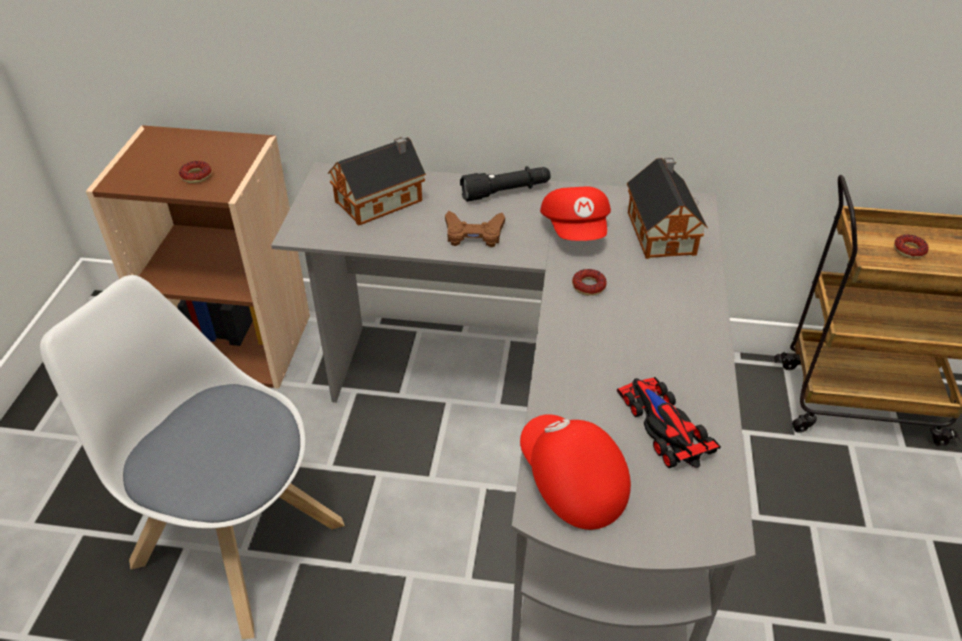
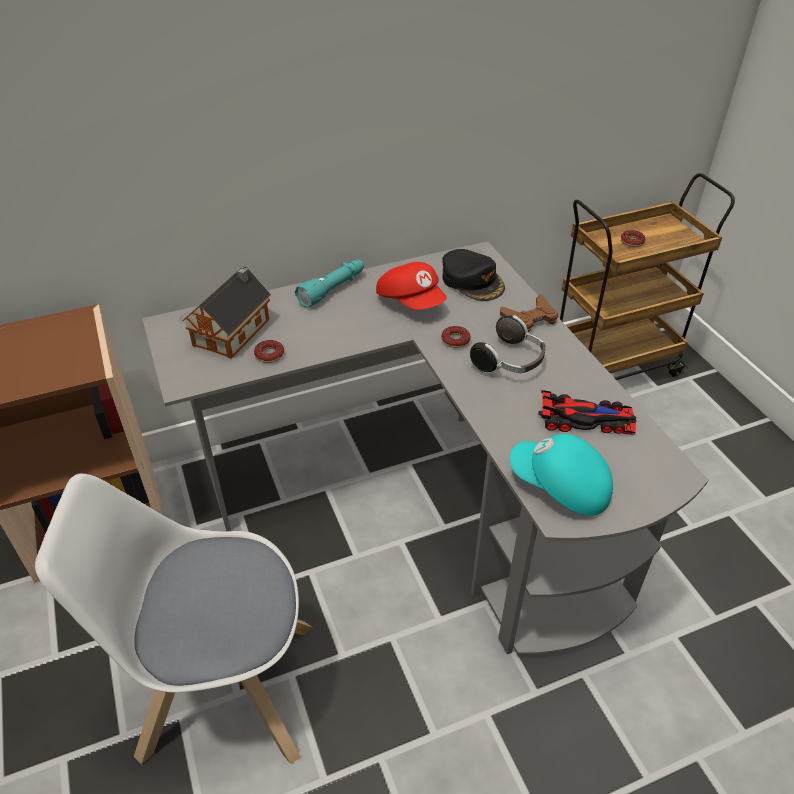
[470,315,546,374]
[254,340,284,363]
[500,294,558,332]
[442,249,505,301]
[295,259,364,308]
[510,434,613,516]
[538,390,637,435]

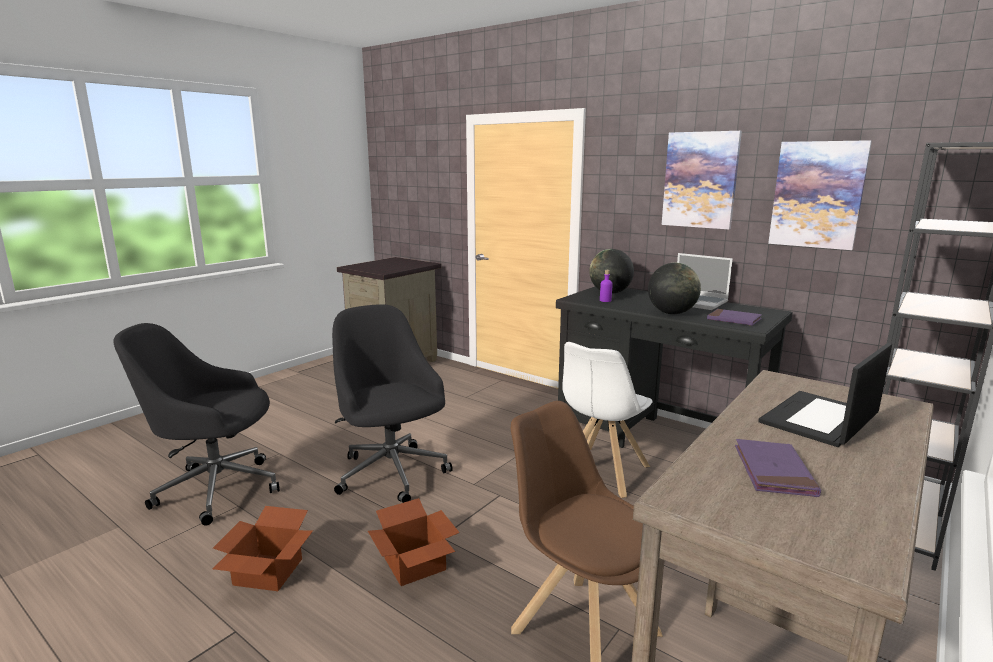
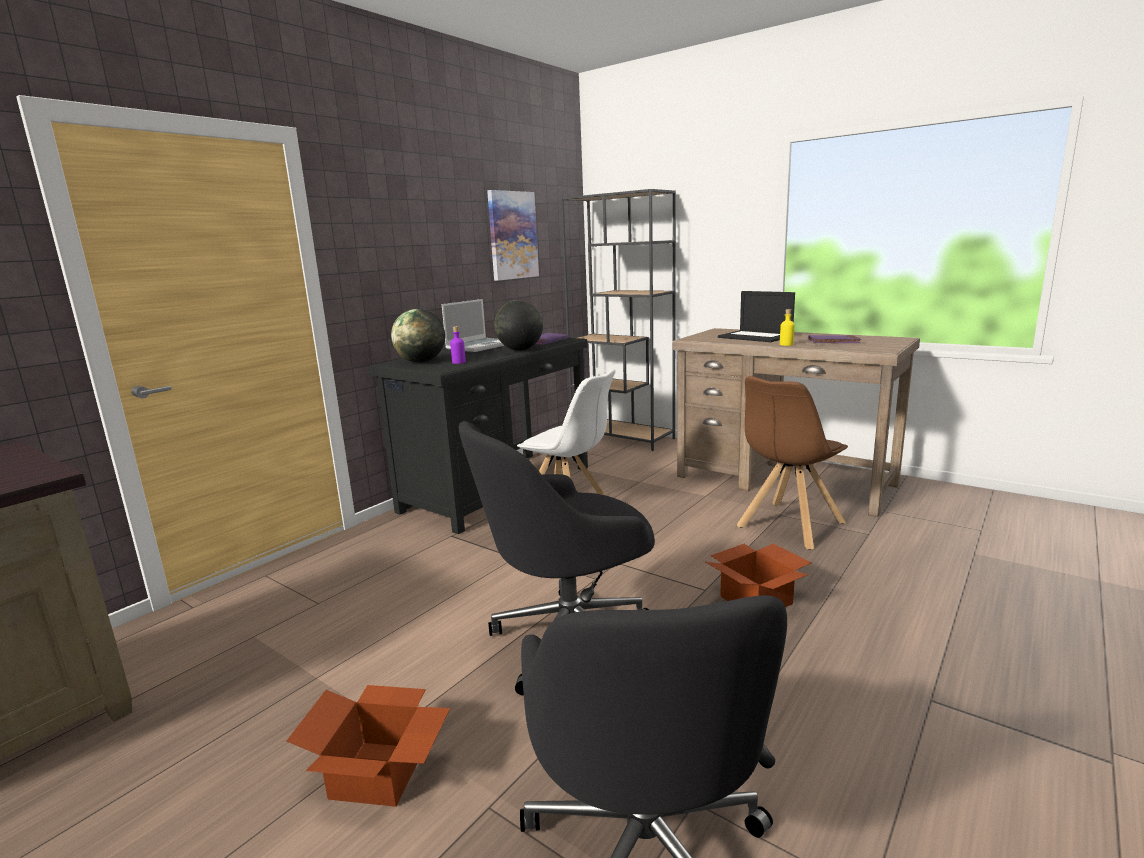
[662,131,742,229] (first image)
[780,309,795,346]
[287,685,450,807]

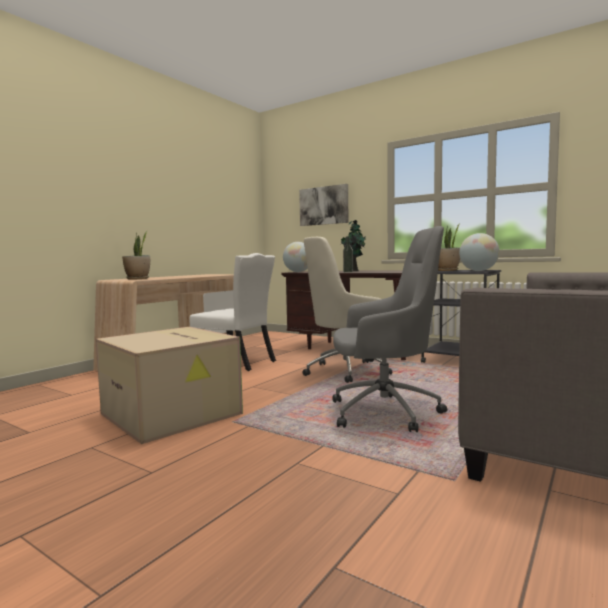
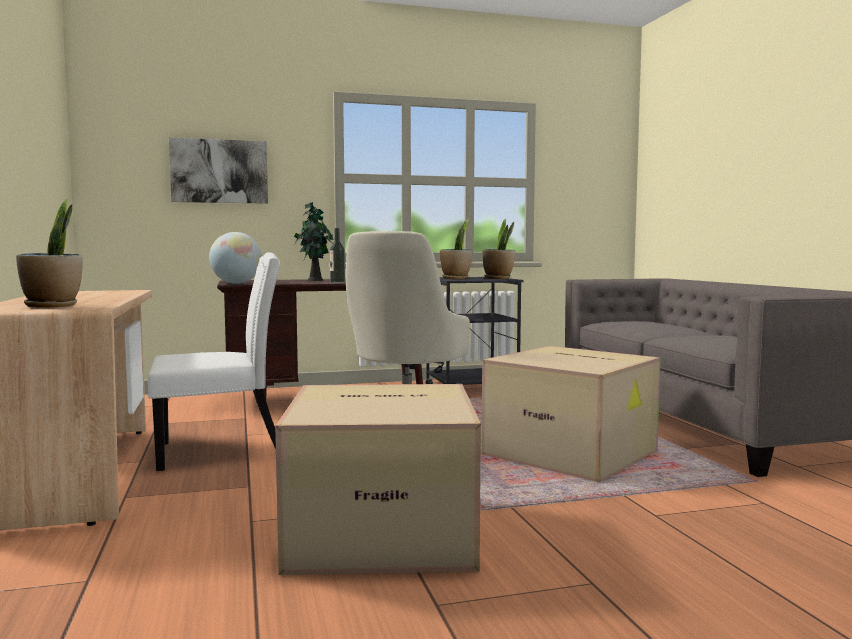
[481,346,661,482]
[483,219,515,279]

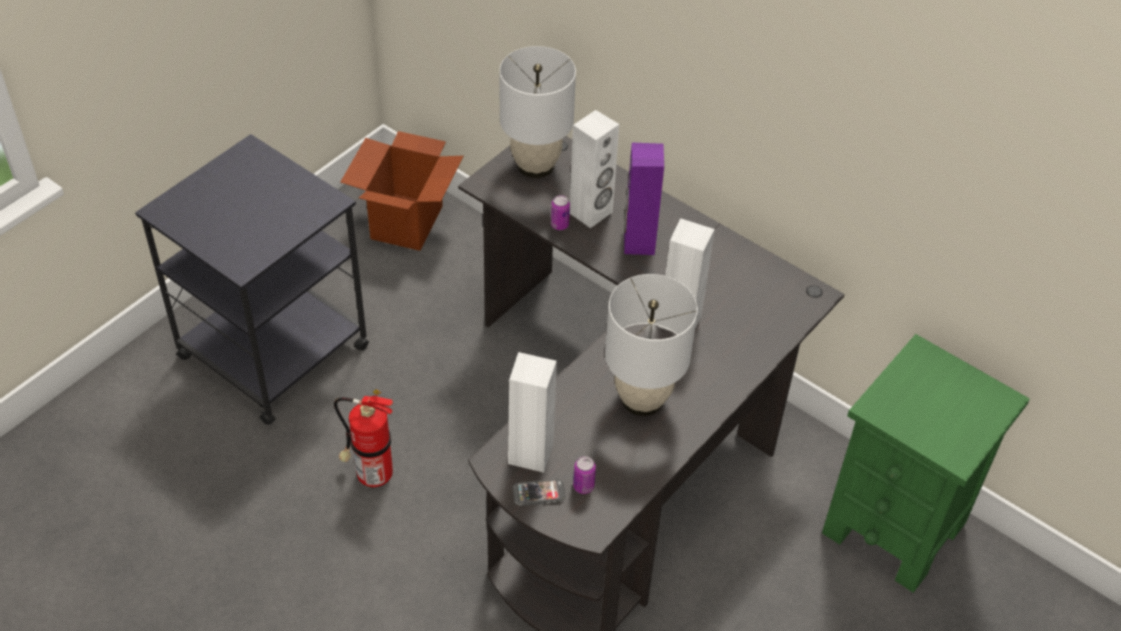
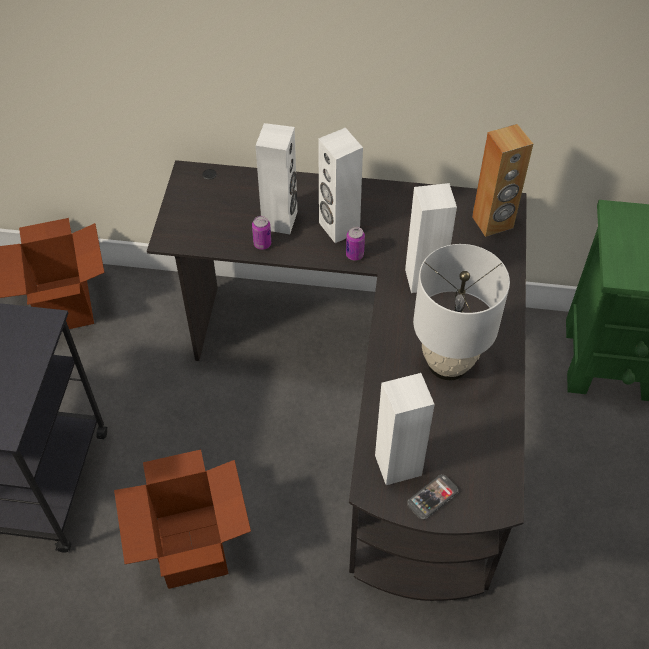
[499,46,576,178] (first image)
[472,124,533,237]
[346,227,365,261]
[114,449,251,589]
[318,128,363,243]

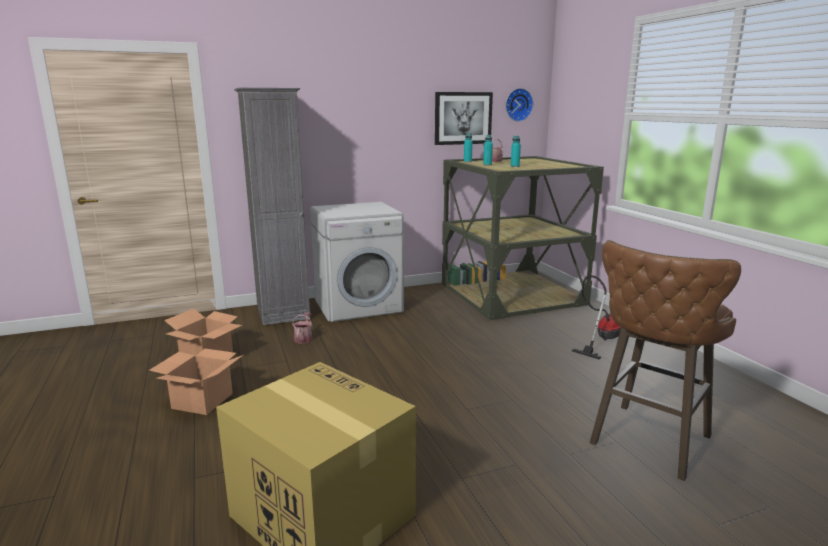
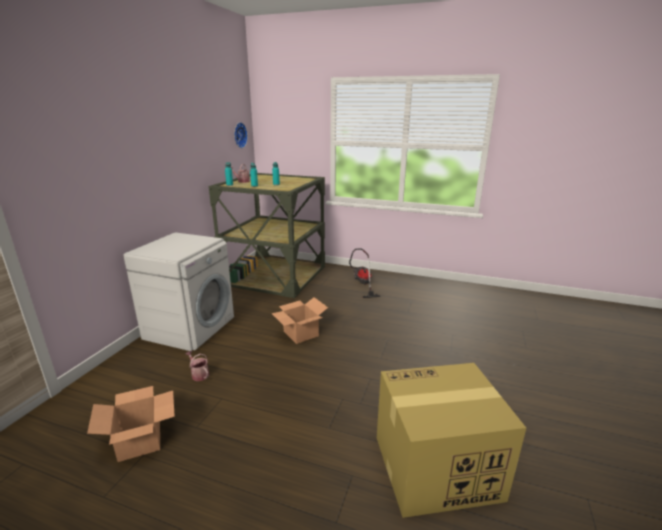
[234,88,311,325] (first image)
[435,92,493,145] (first image)
[590,240,741,481] (first image)
[272,297,328,344]

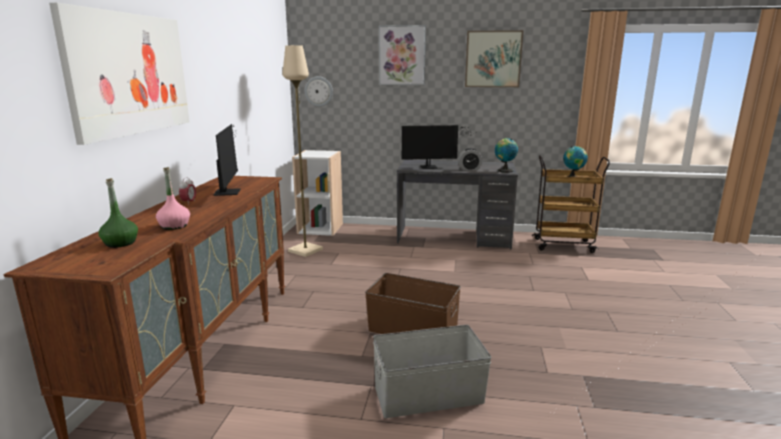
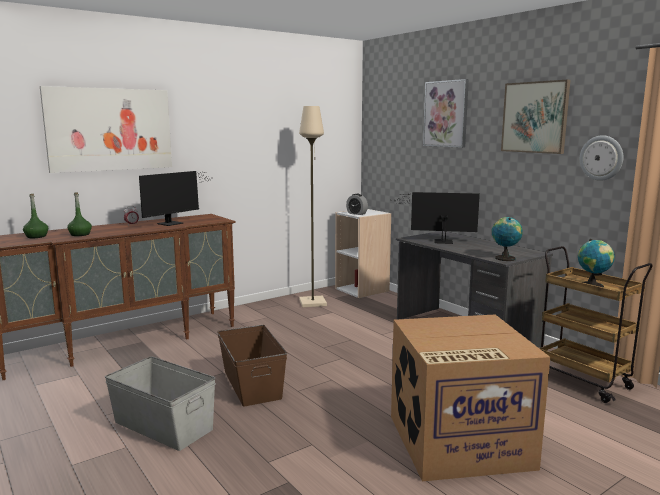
[391,314,550,481]
[580,135,623,181]
[346,194,368,215]
[67,193,92,236]
[391,192,480,244]

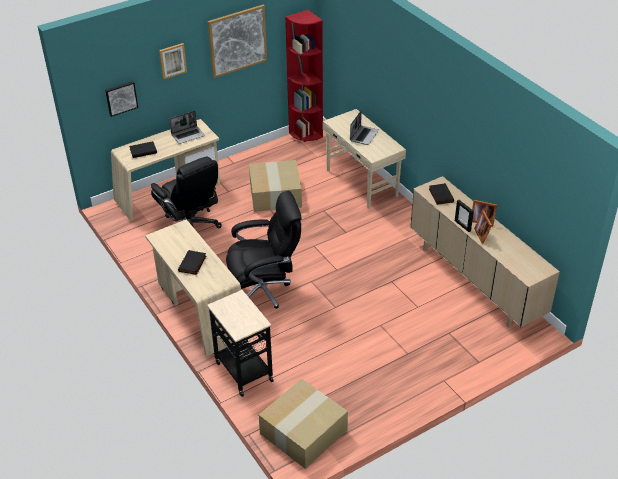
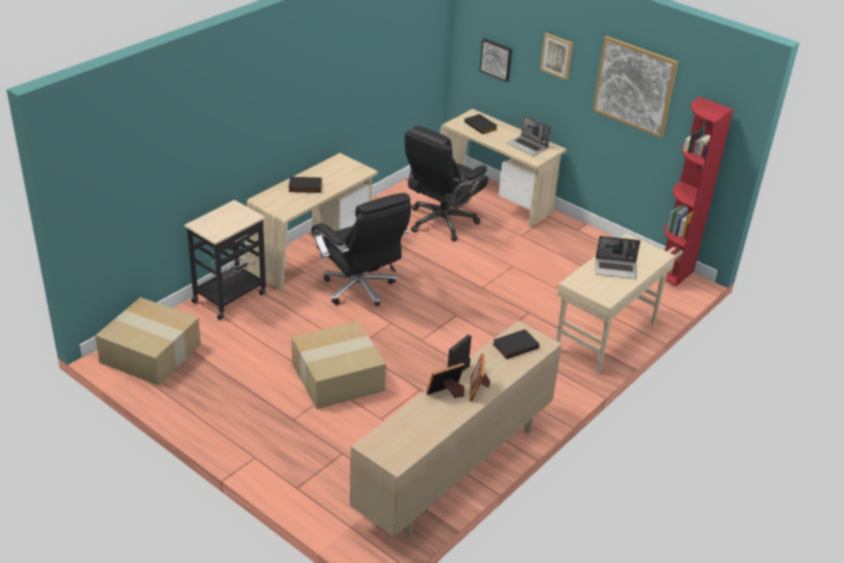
[291,321,386,409]

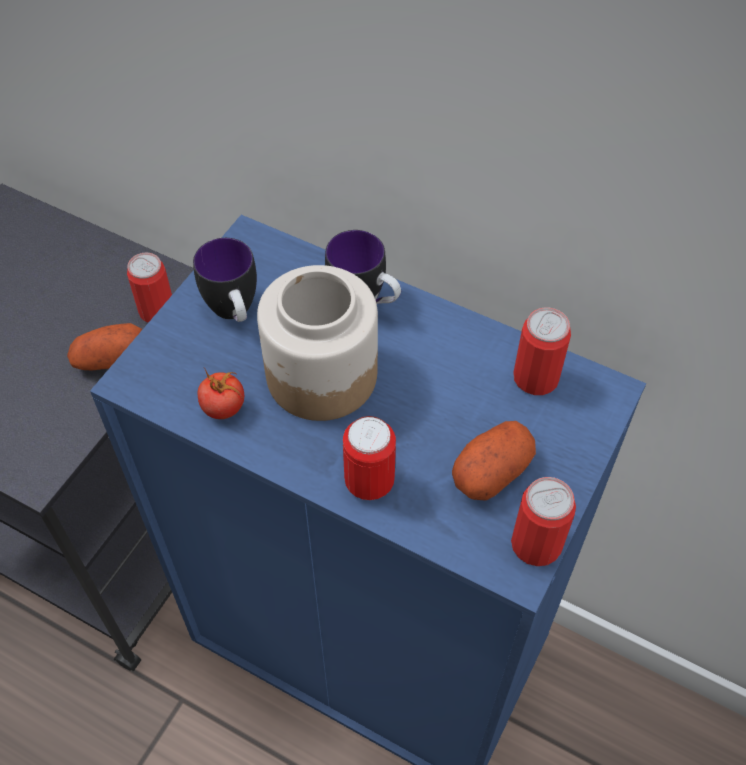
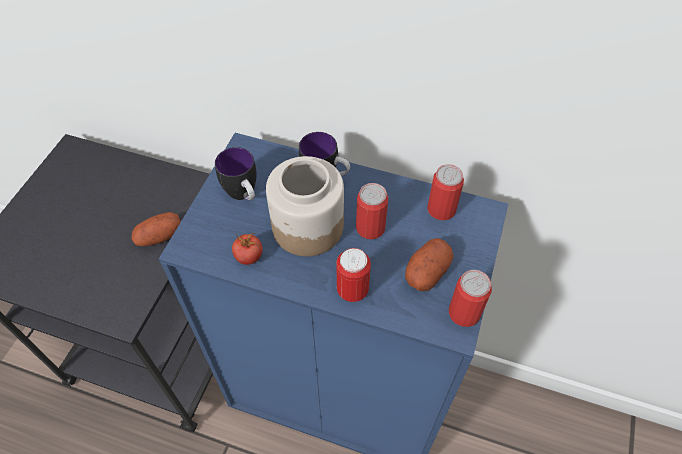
[356,183,388,239]

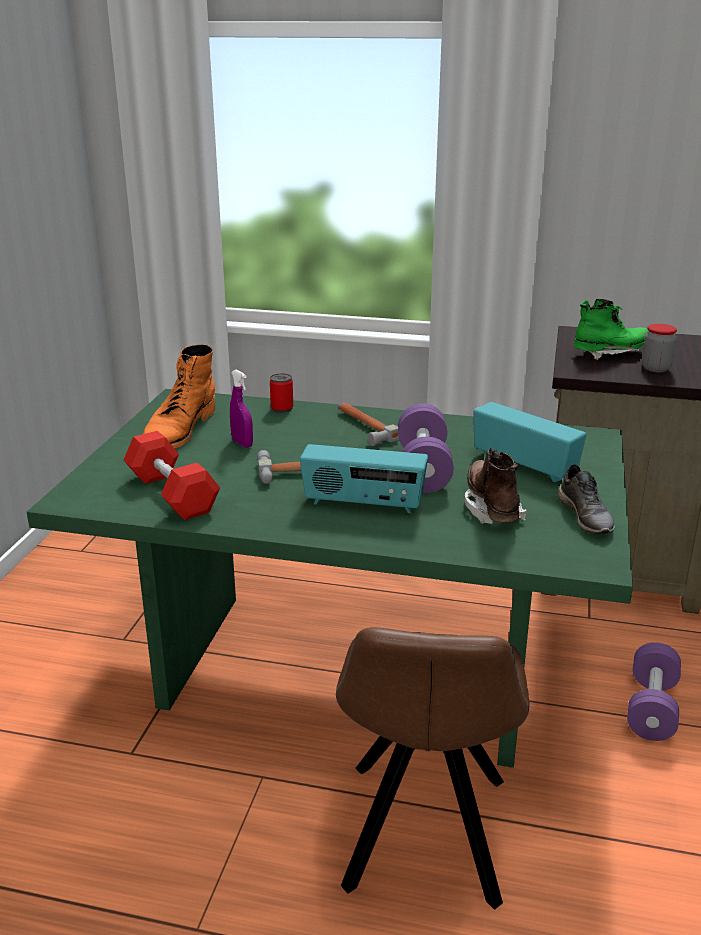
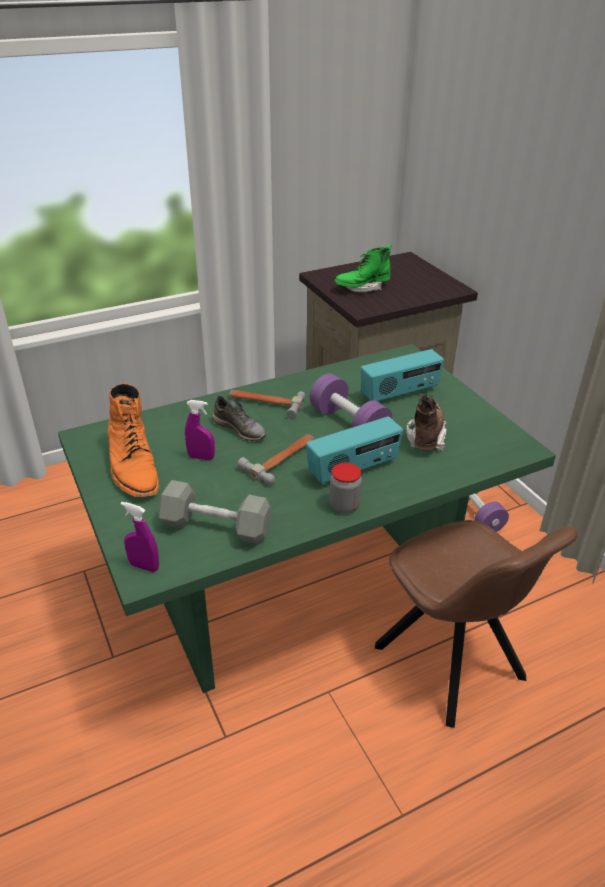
[270,373,293,413] (first image)
[121,502,159,572]
[212,396,267,441]
[329,463,362,513]
[158,480,272,544]
[406,394,447,451]
[360,349,444,402]
[335,244,391,292]

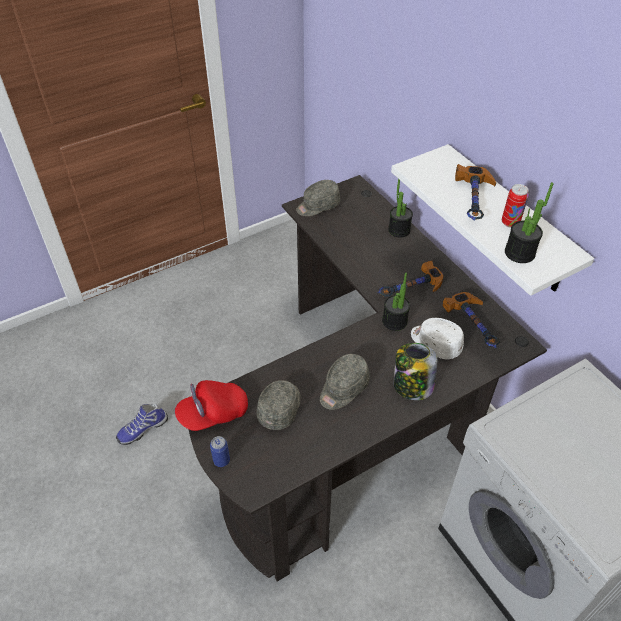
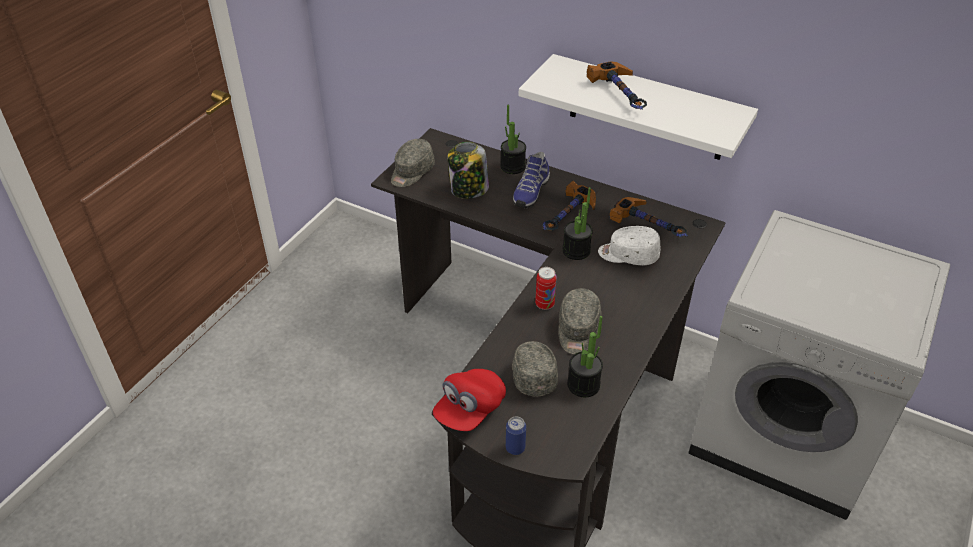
[513,152,550,208]
[447,142,489,199]
[535,267,557,310]
[567,316,603,397]

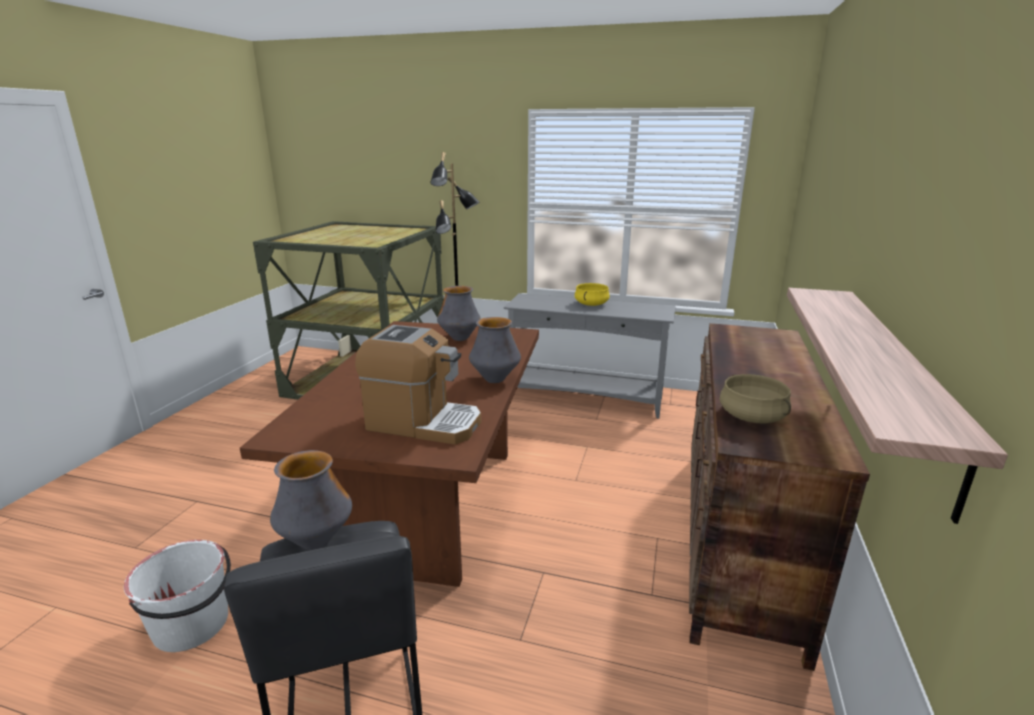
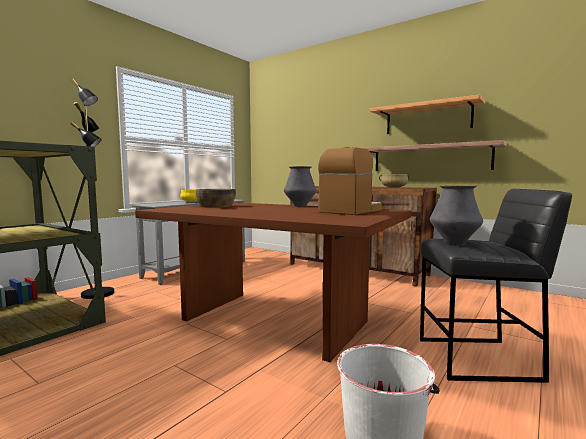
[370,95,485,134]
[196,189,236,207]

